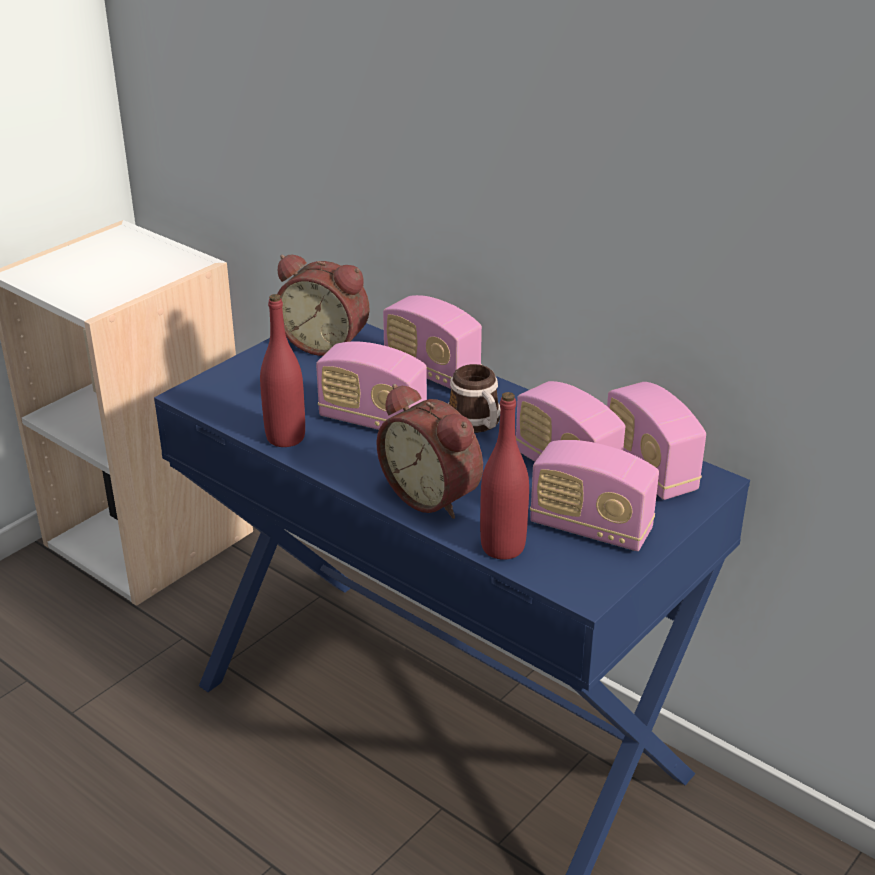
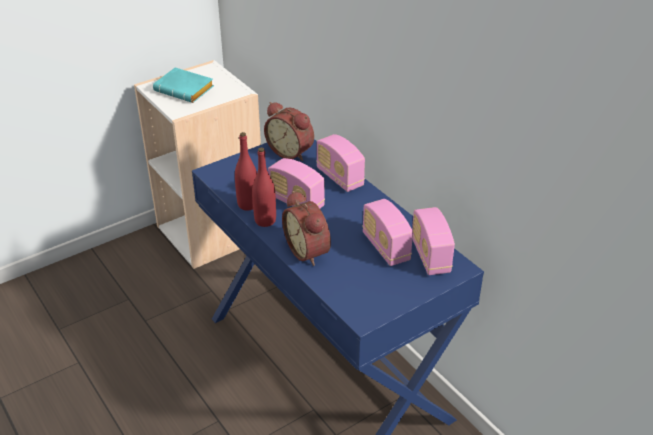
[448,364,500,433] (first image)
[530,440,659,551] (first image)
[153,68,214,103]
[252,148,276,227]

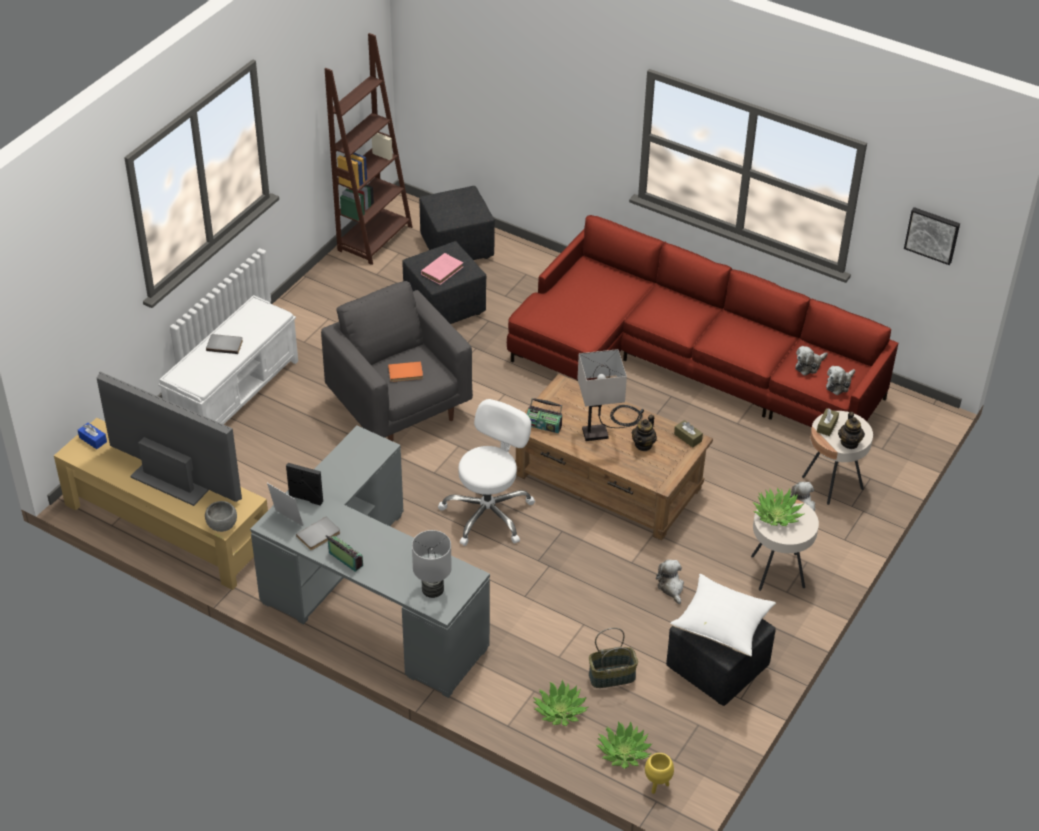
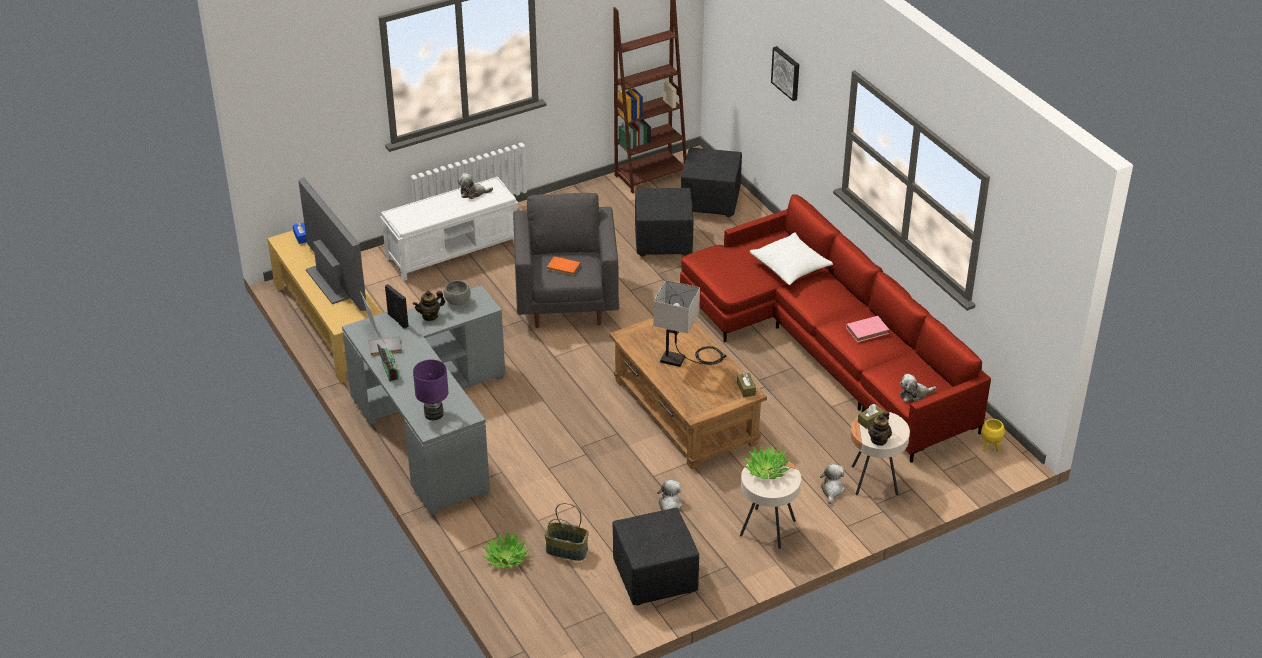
[206,334,243,354] (first image)
[438,399,535,546] (first image)
[527,398,562,433] (first image)
[596,721,652,769] (first image)
[444,281,471,305]
[846,316,889,342]
[413,291,445,321]
[981,419,1005,452]
[750,232,833,285]
[458,173,493,199]
[771,46,799,101]
[413,359,448,420]

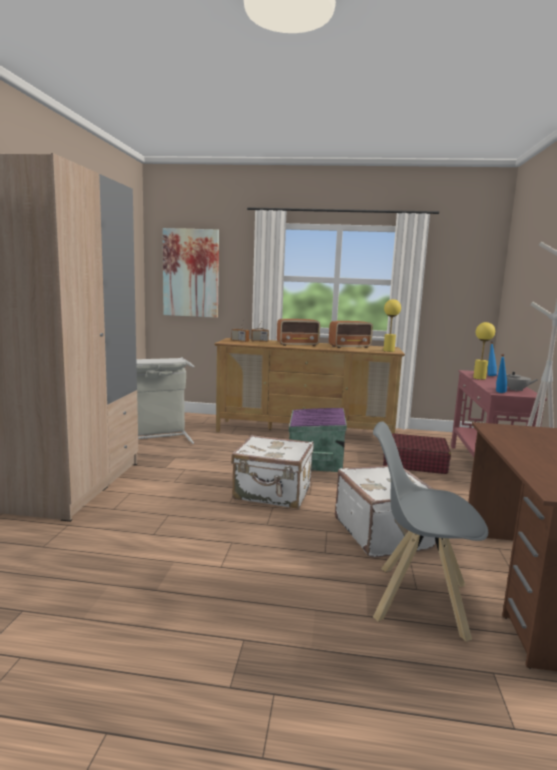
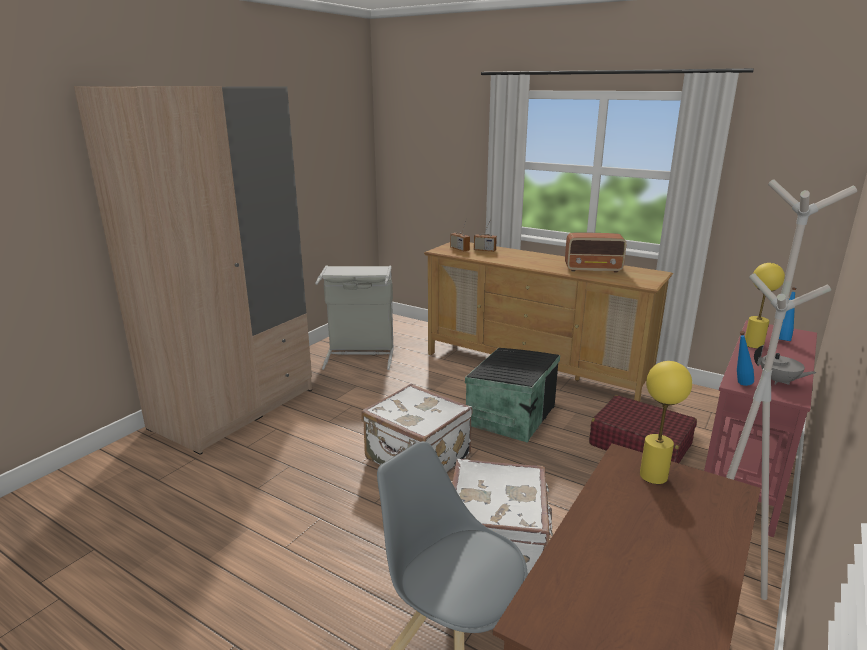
[163,228,219,318] (first image)
[277,319,320,346] (first image)
[640,361,692,484]
[465,348,560,443]

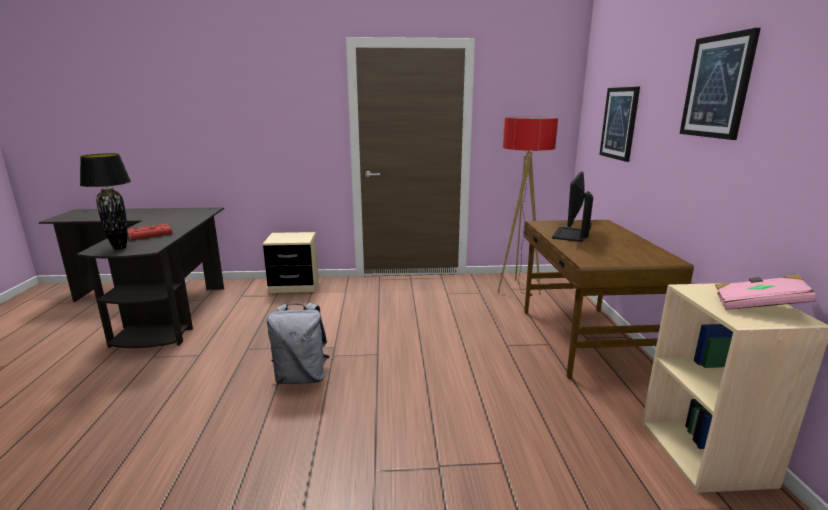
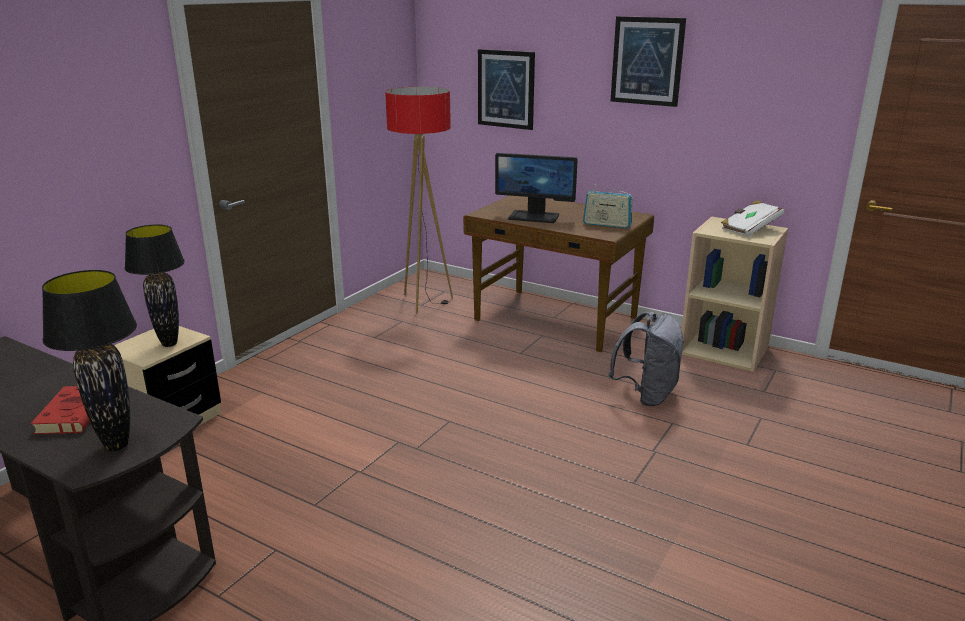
[125,224,185,347]
[583,185,633,228]
[608,312,684,407]
[721,200,784,237]
[495,153,578,223]

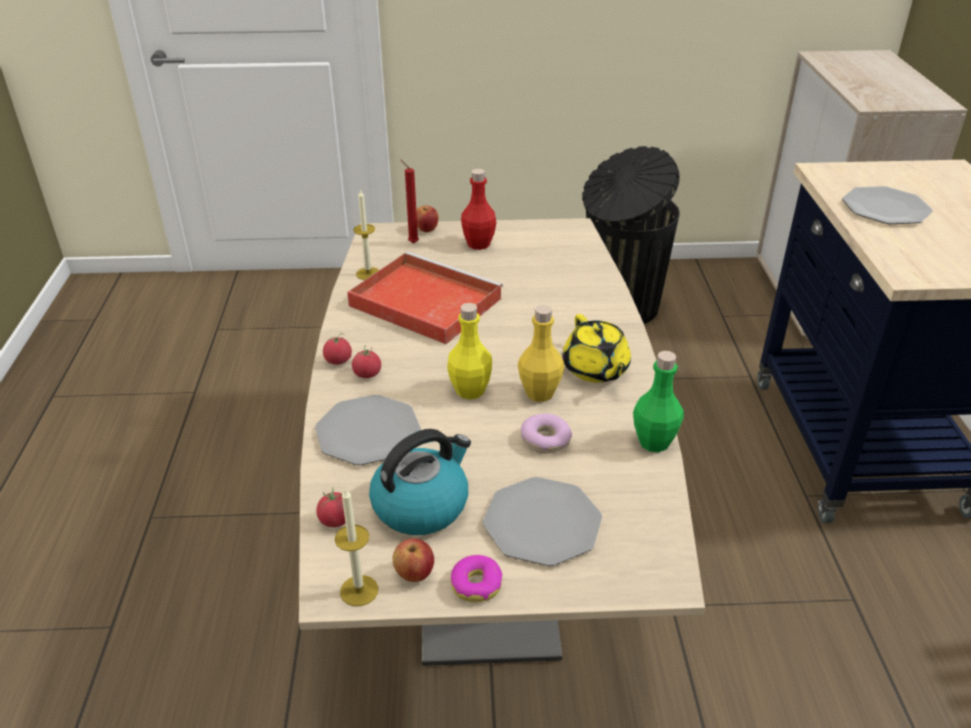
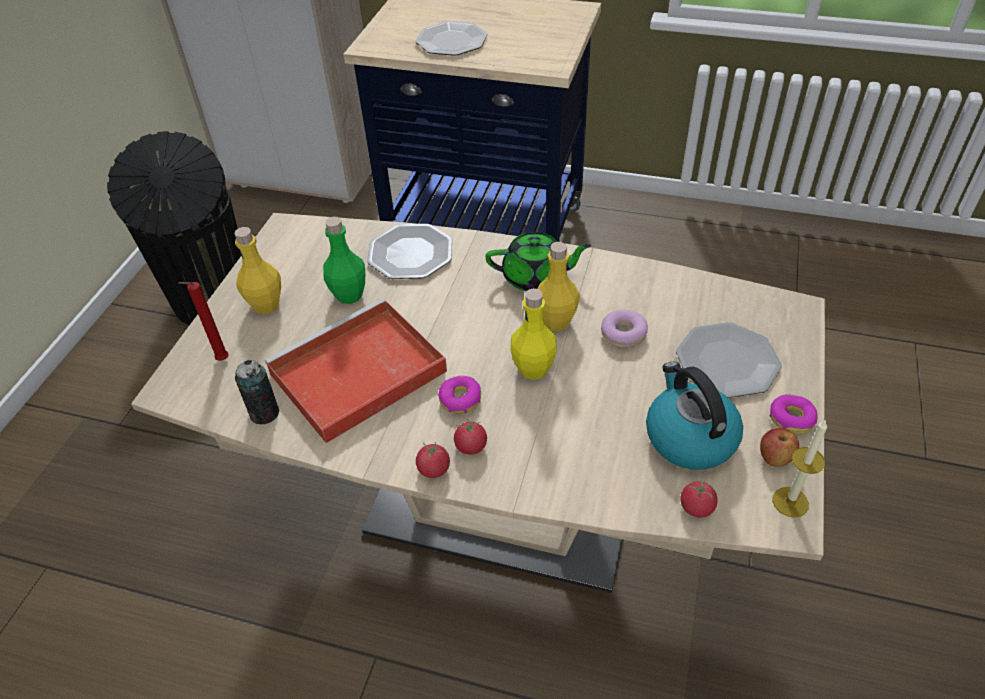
[416,206,439,232] (first image)
[438,376,481,414]
[367,224,452,279]
[323,217,365,304]
[235,360,280,424]
[235,227,281,314]
[485,232,591,291]

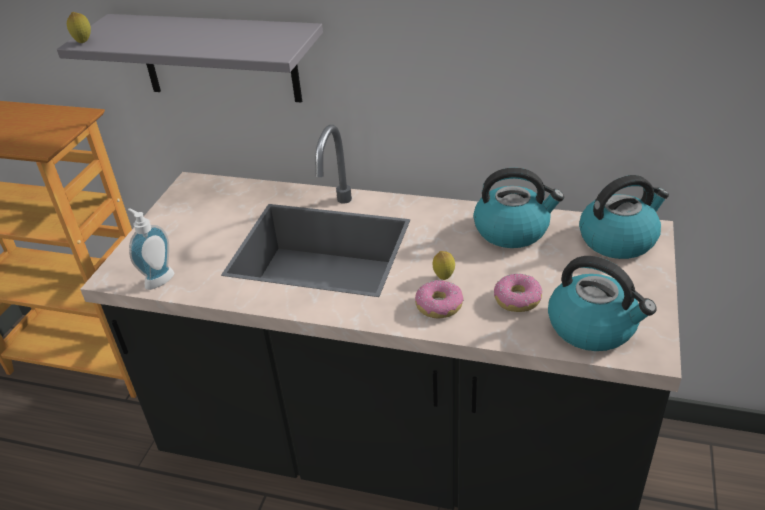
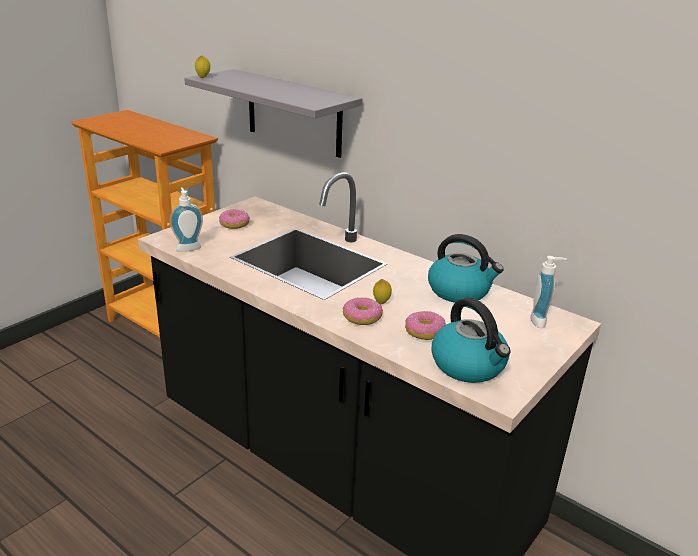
[219,209,250,229]
[531,256,567,328]

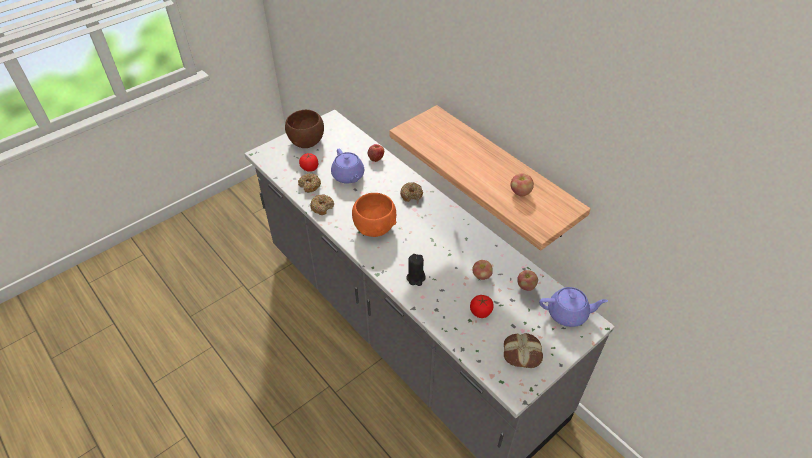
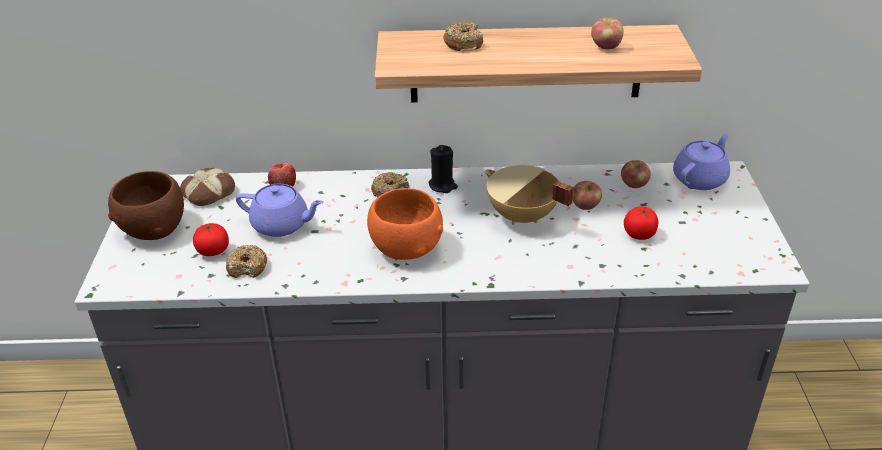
[485,165,574,225]
[443,22,483,51]
[429,145,458,193]
[180,168,235,206]

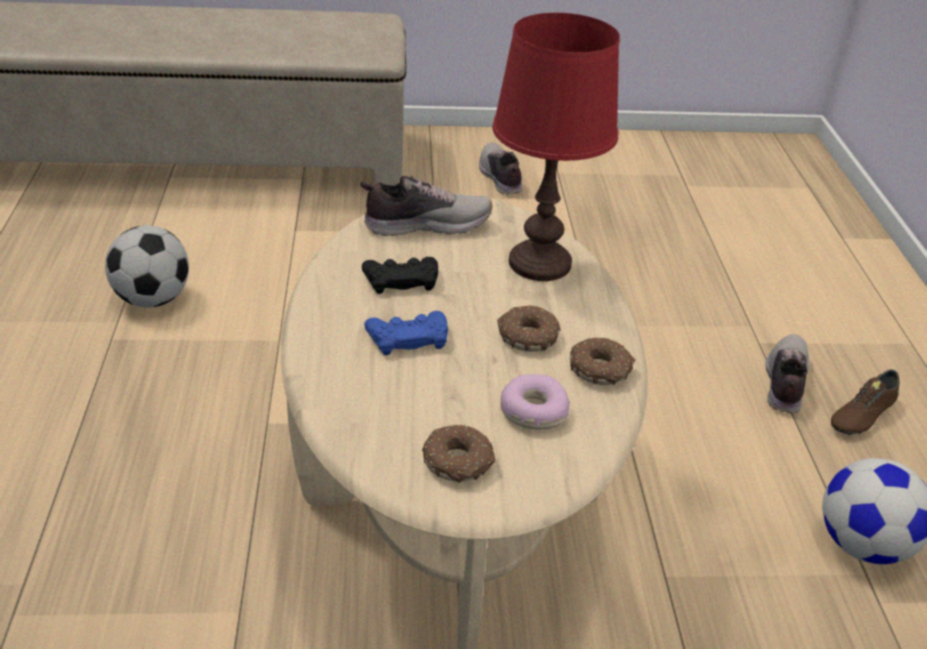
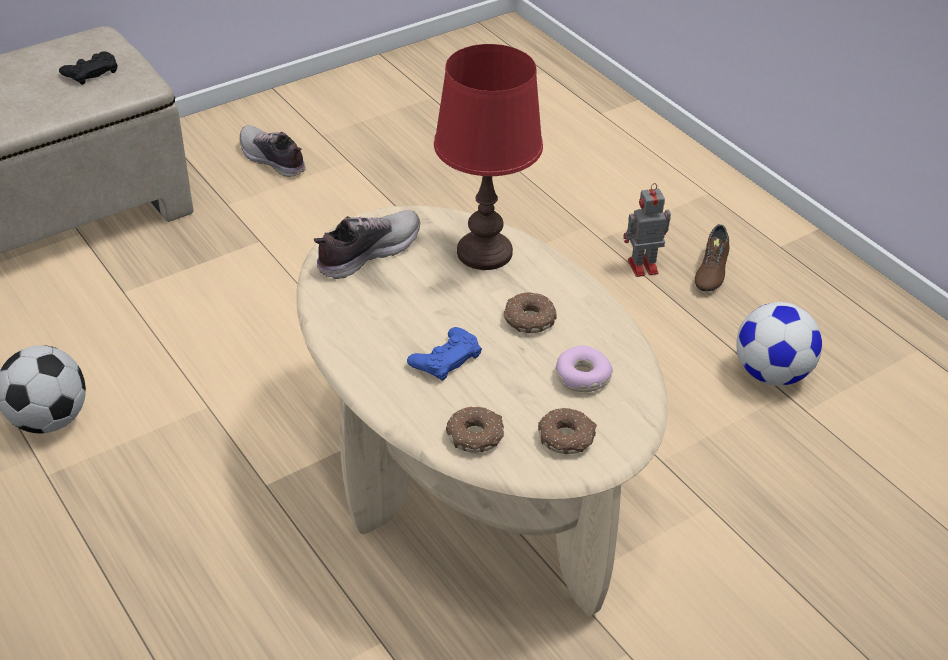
[59,51,118,85]
[446,406,504,453]
[624,183,671,277]

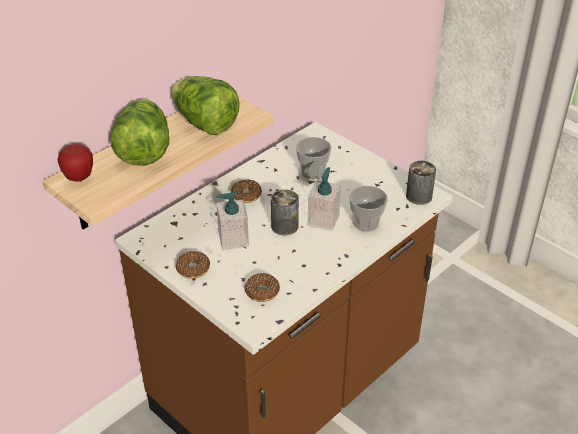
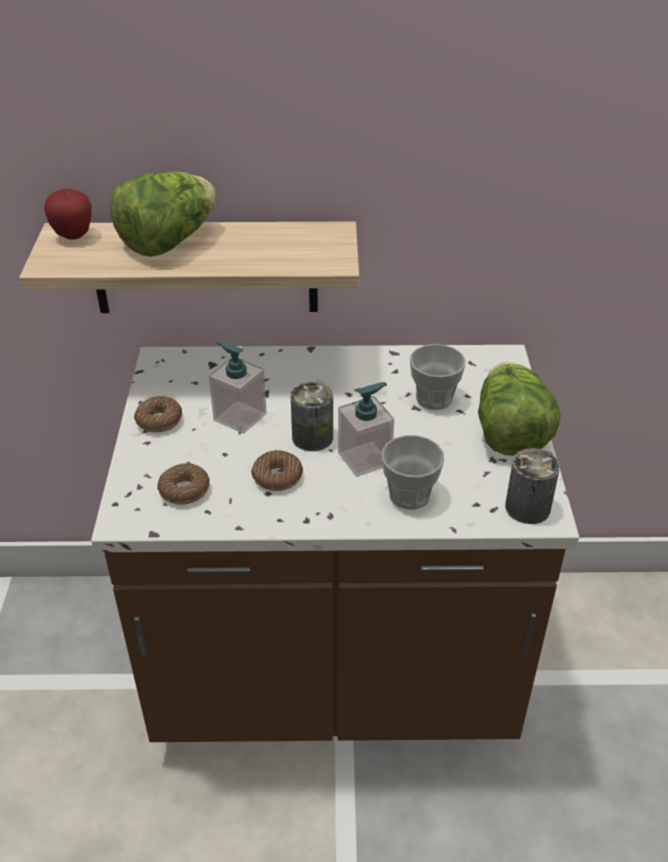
[478,362,561,456]
[251,450,303,491]

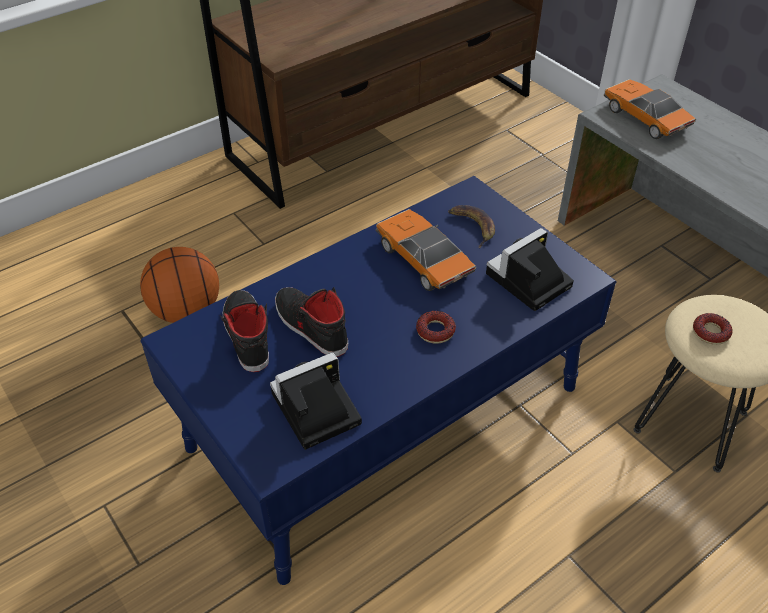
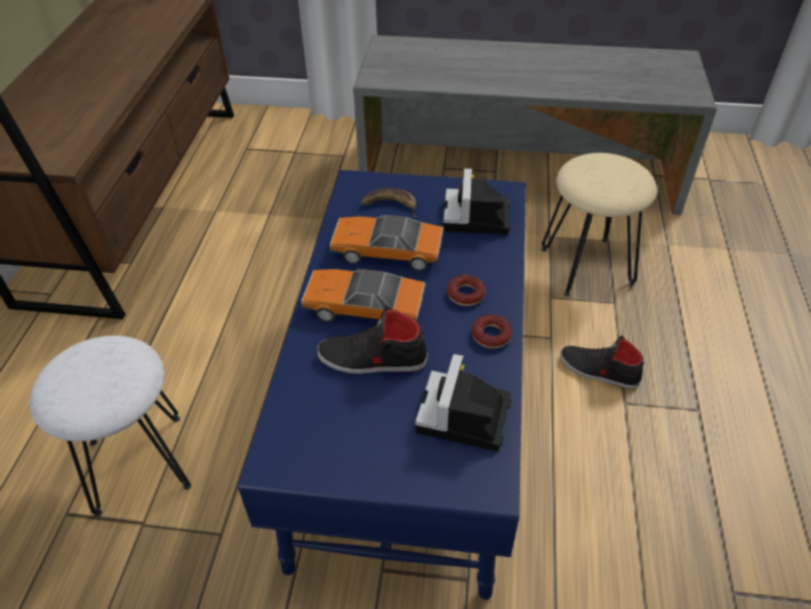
[560,336,644,389]
[301,267,425,322]
[472,314,512,348]
[30,336,191,517]

